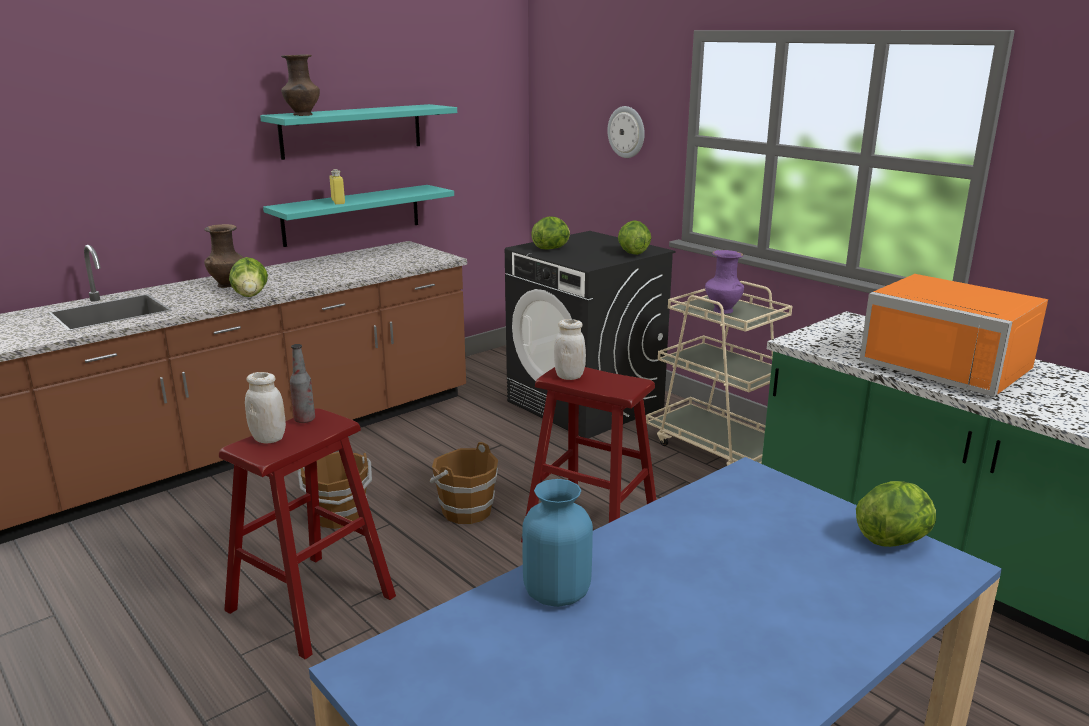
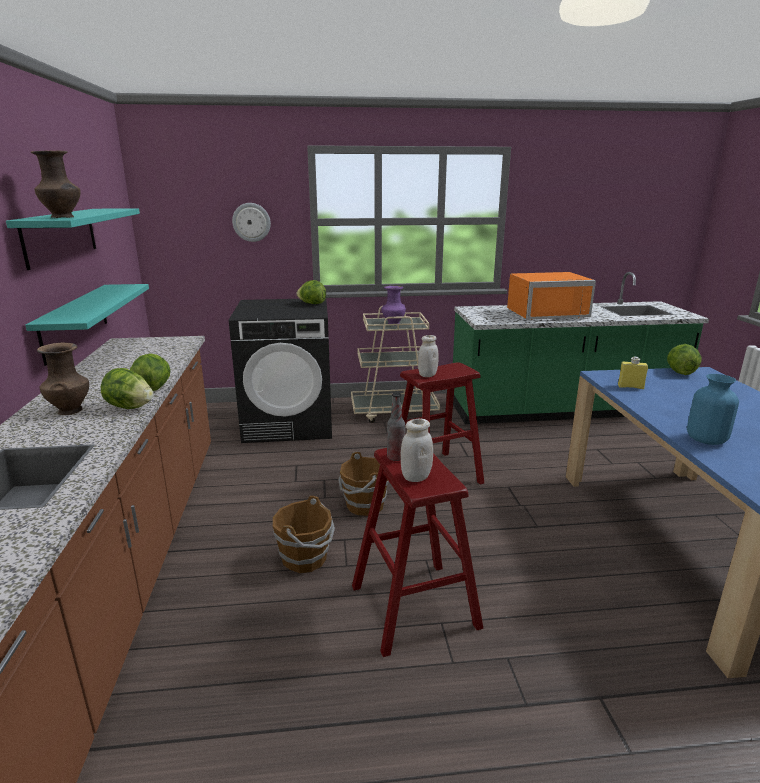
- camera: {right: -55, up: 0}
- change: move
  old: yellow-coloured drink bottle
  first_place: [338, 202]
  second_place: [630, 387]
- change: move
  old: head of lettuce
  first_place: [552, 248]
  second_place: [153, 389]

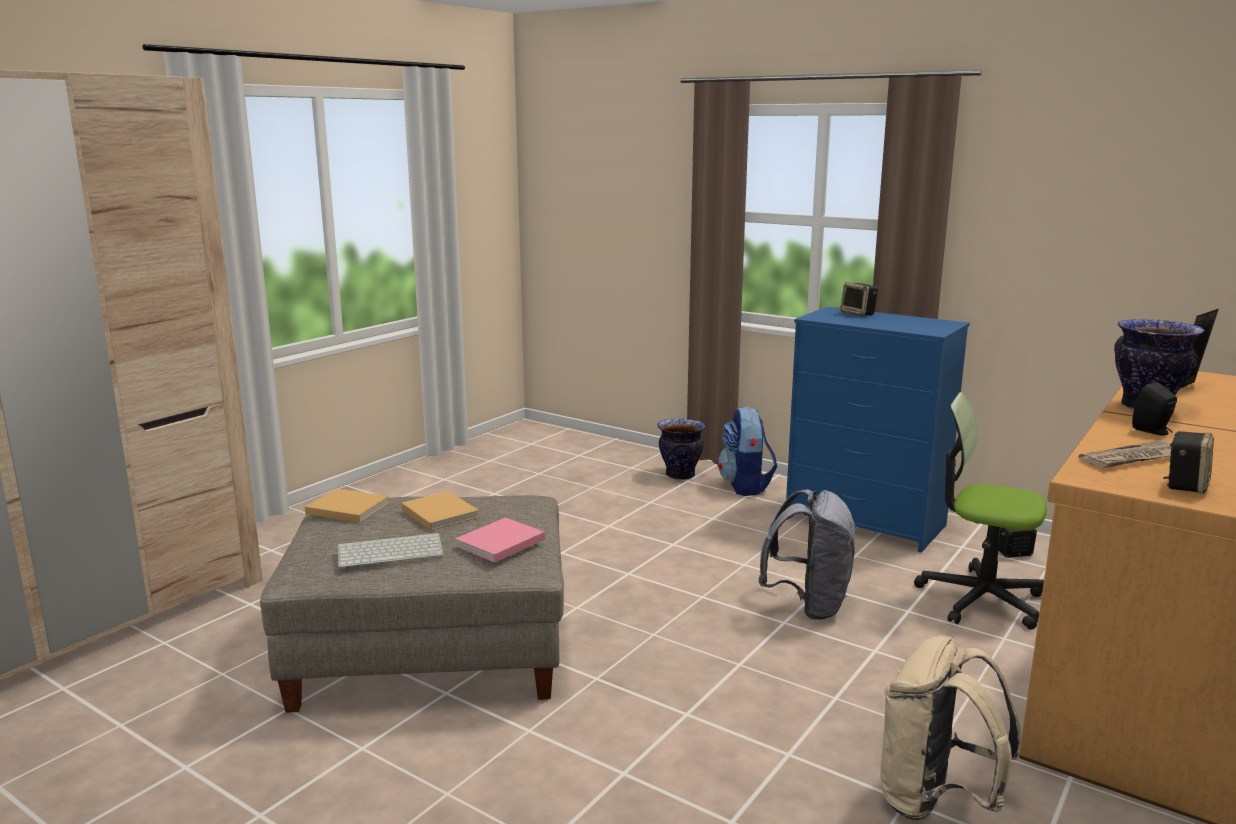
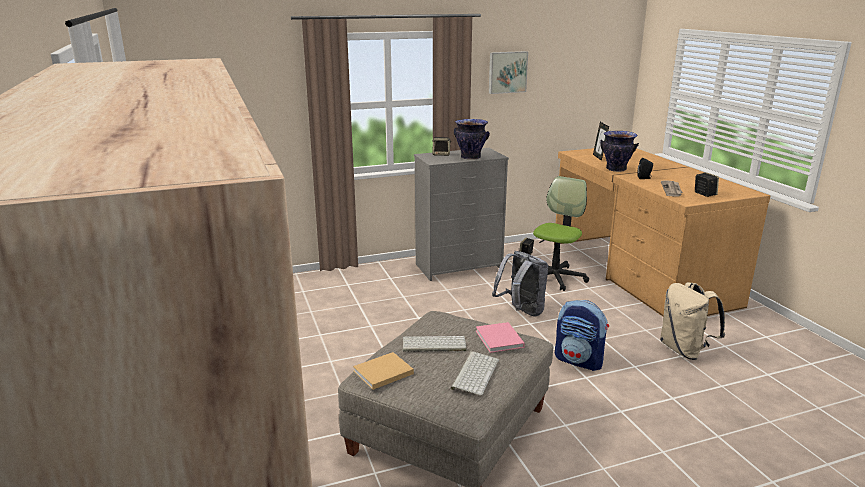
- camera: {right: -55, up: 5}
- change: replace
  old: beige-coloured book
  new: computer keyboard
  first_place: [439, 513]
  second_place: [433, 344]
- change: move
  old: flower vase
  first_place: [681, 475]
  second_place: [471, 157]
- change: move
  old: rucksack
  first_place: [745, 486]
  second_place: [579, 361]
- change: recolor
  old: blue drawer chest
  new: grey drawer chest
  first_place: [866, 522]
  second_place: [459, 266]
- change: rotate
  old: office chair
  first_place: [981, 599]
  second_place: [555, 277]
  degrees: 150
- change: insert
  new: picture
  second_place: [507, 72]

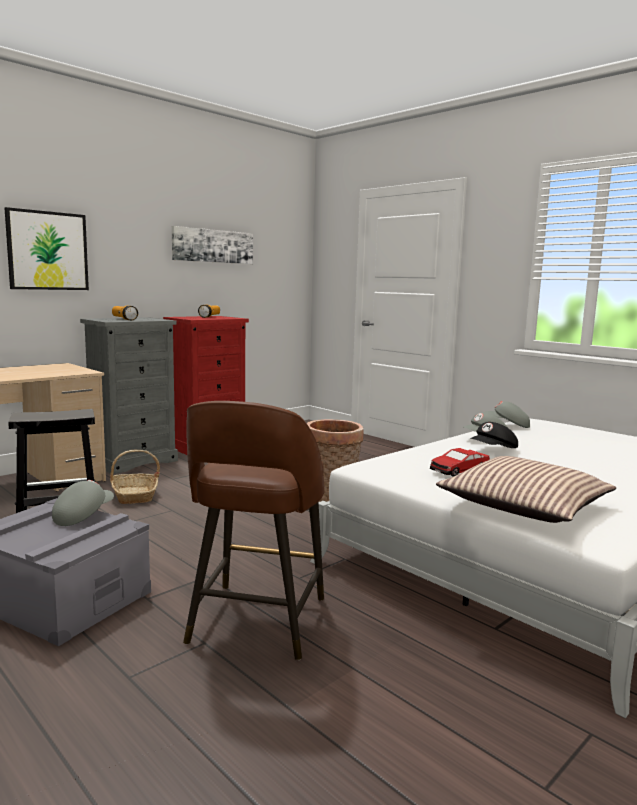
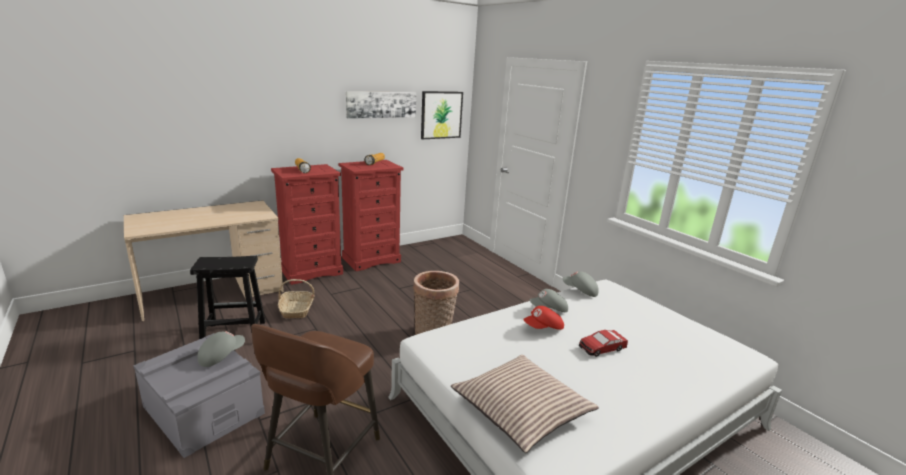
- camera: {right: 10, up: 10}
- change: move
  old: picture
  first_place: [47, 251]
  second_place: [441, 115]
- change: recolor
  old: grey drawer chest
  new: red-coloured drawer chest
  first_place: [133, 461]
  second_place: [312, 271]
- change: move
  old: toy car
  first_place: [459, 470]
  second_place: [602, 348]
- change: recolor
  old: black-coloured cap
  new: red-coloured cap
  first_place: [493, 450]
  second_place: [543, 328]

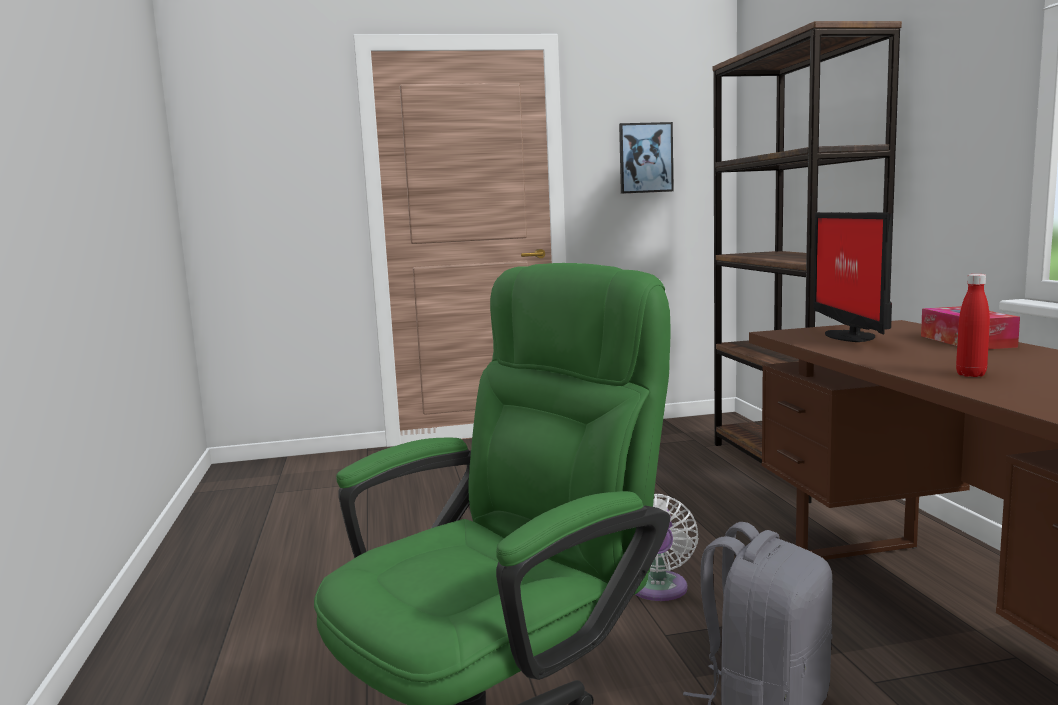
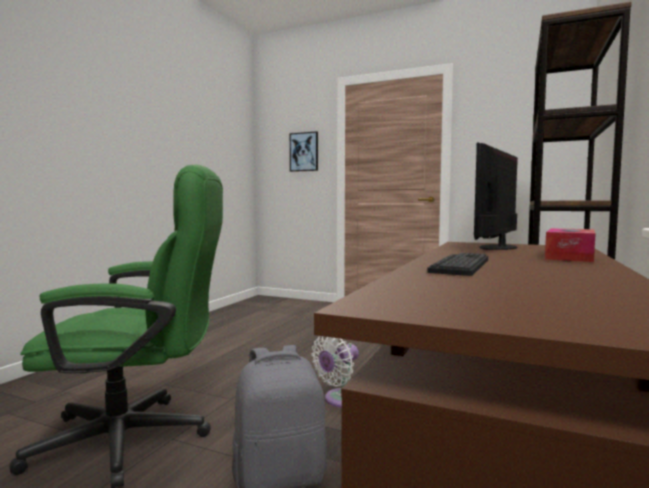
- camera: {right: 35, up: -5}
- change: move
  old: picture
  first_place: [645, 158]
  second_place: [304, 152]
- change: replace
  old: red-coloured drink bottle
  new: computer keyboard
  first_place: [971, 374]
  second_place: [460, 265]

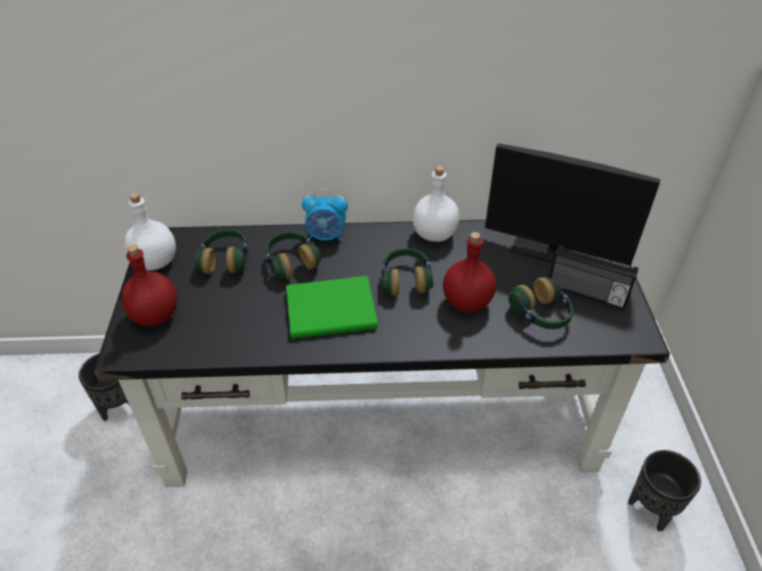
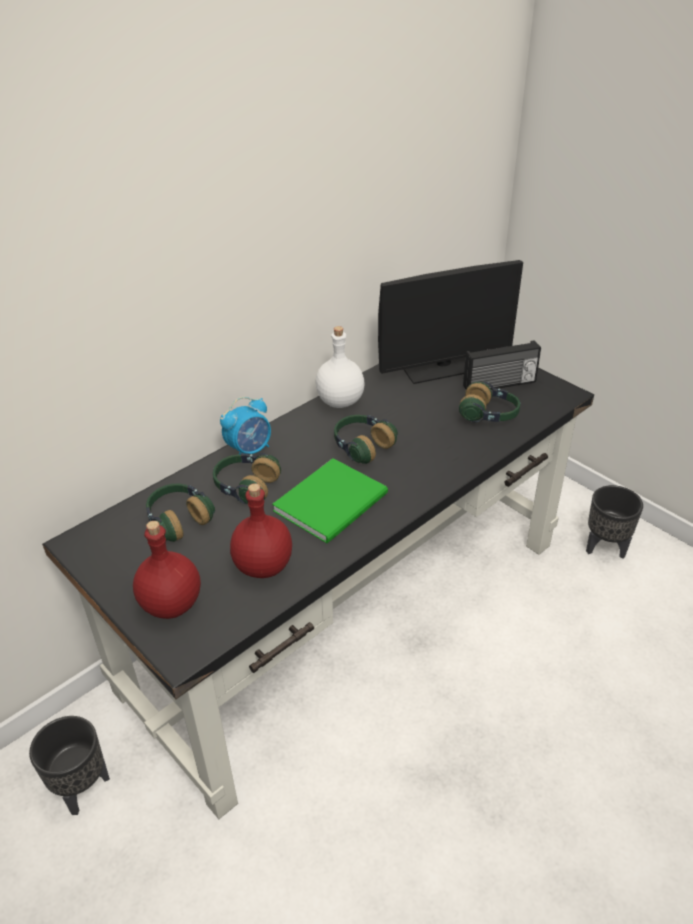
- camera: {right: -40, up: -5}
- change: delete
  old: white-coloured drink bottle
  first_place: [155, 261]
- change: move
  old: red-coloured drink bottle
  first_place: [466, 302]
  second_place: [263, 567]

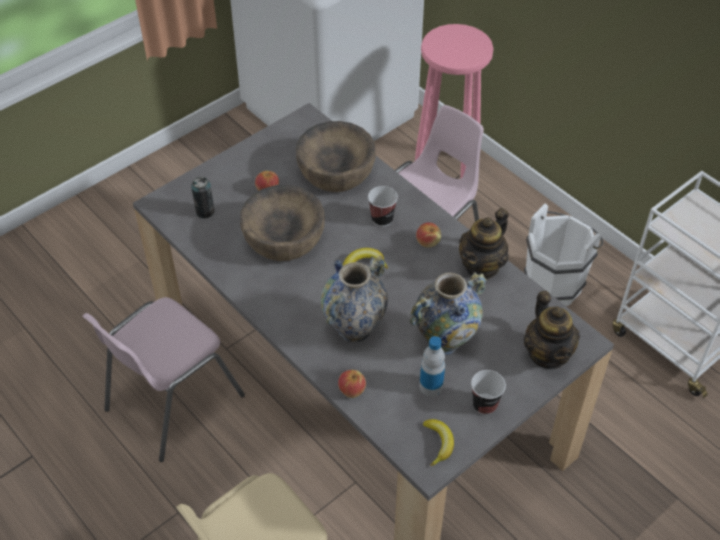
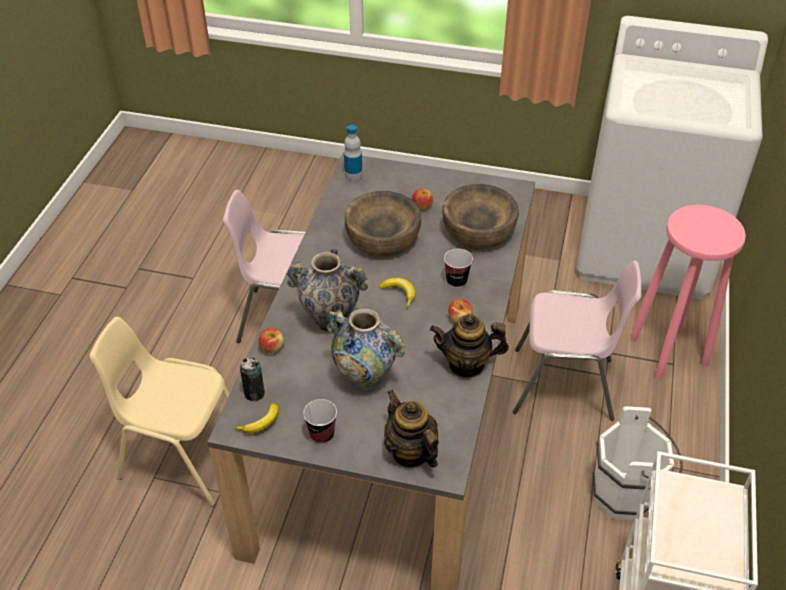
- camera: {right: 55, up: -5}
- change: move
  old: metal can
  first_place: [205, 211]
  second_place: [254, 393]
- change: move
  old: drink bottle
  first_place: [431, 386]
  second_place: [353, 175]
- change: rotate
  old: pot for tea
  first_place: [548, 354]
  second_place: [410, 452]
  degrees: 105

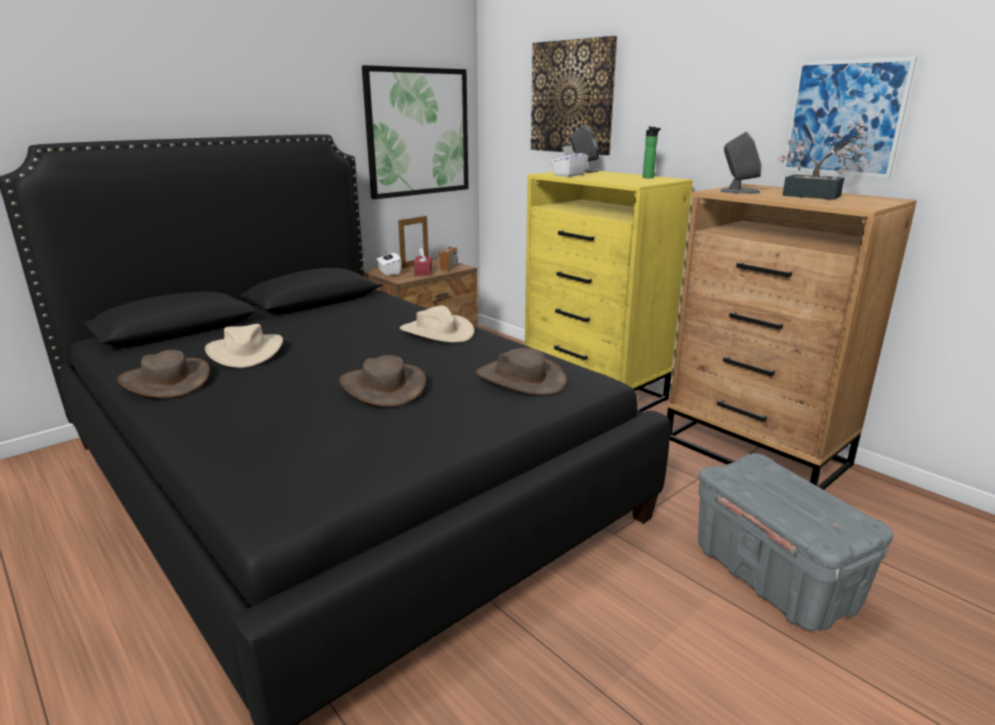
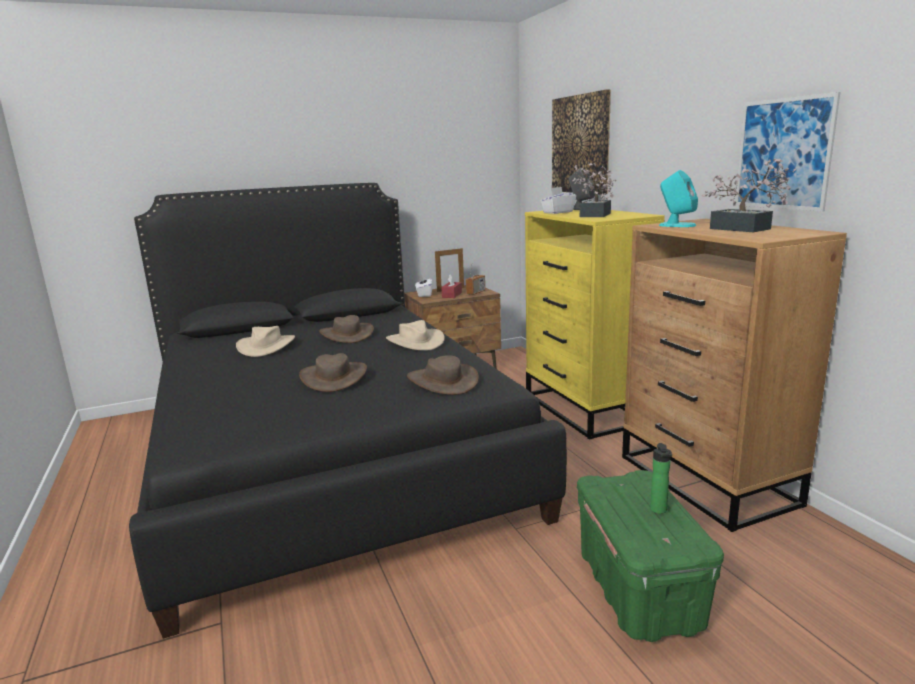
- camera: {right: 20, up: -5}
- change: move
  old: brownish wearable hat
  first_place: [166, 381]
  second_place: [347, 334]
- change: delete
  old: picture
  first_place: [418, 132]
- change: move
  old: drink bottle
  first_place: [649, 178]
  second_place: [659, 511]
- change: recolor
  old: grey storage bin
  new: green storage bin
  first_place: [775, 577]
  second_place: [639, 590]
- change: recolor
  old: grey speaker
  new: turquoise speaker
  first_place: [739, 191]
  second_place: [676, 225]
- change: insert
  new: plant in a pot
  second_place: [593, 215]

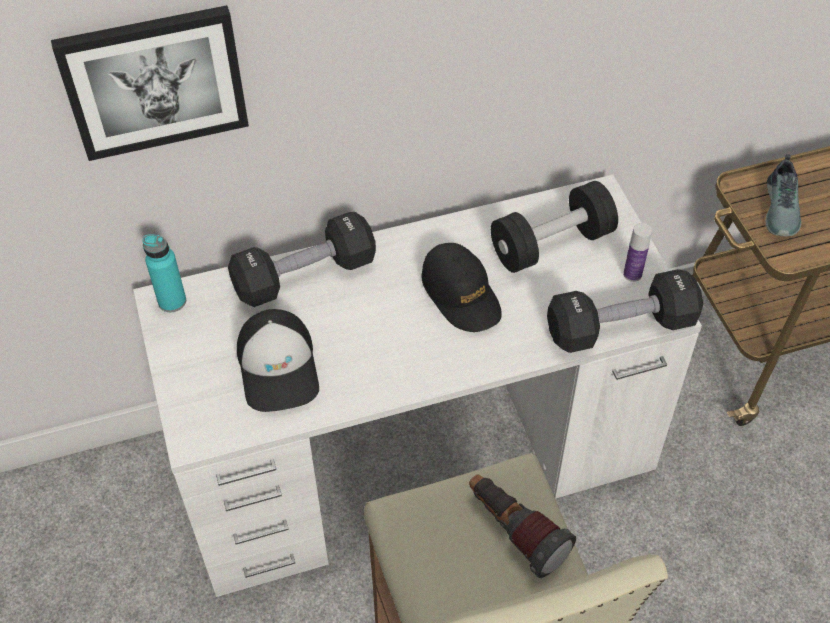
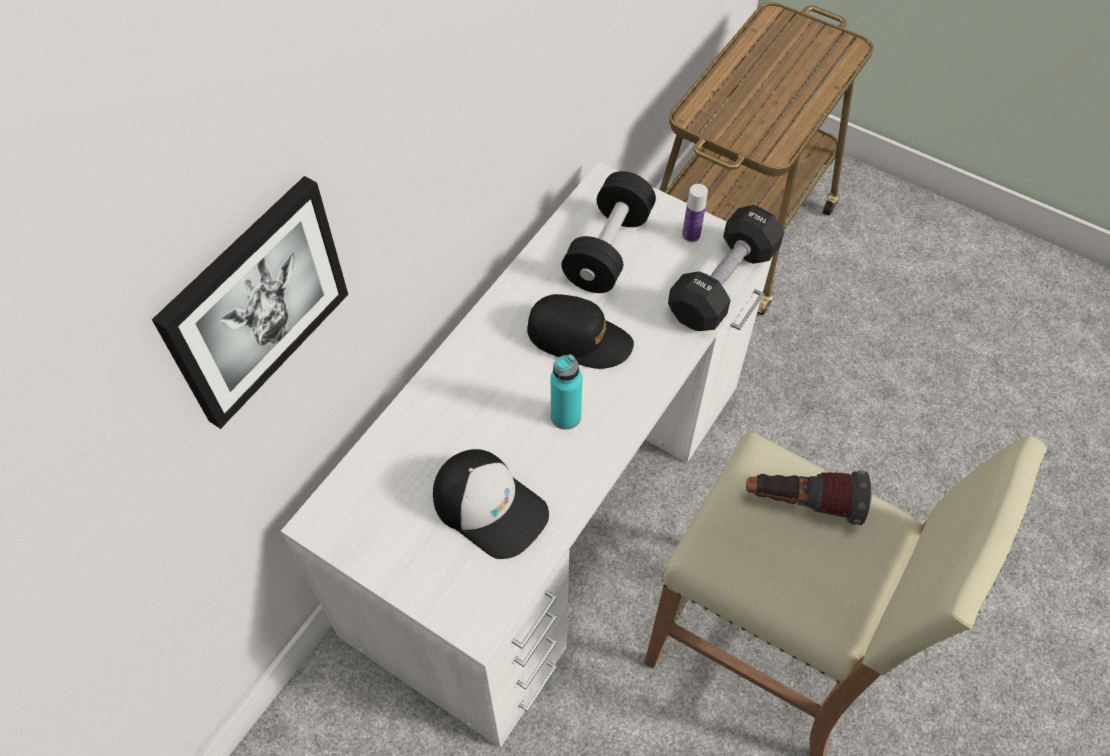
- camera: {right: -40, up: 5}
- change: move
  old: turquoise drink bottle
  first_place: [172, 301]
  second_place: [565, 416]
- change: delete
  old: black-coloured hand weight
  first_place: [305, 275]
- change: delete
  old: item of footwear
  first_place: [782, 208]

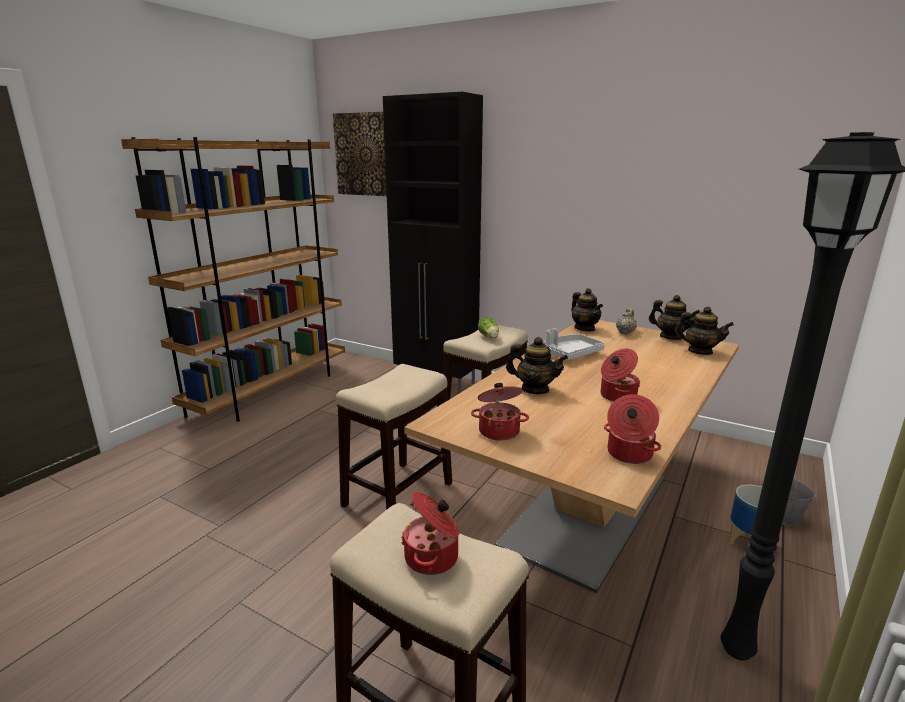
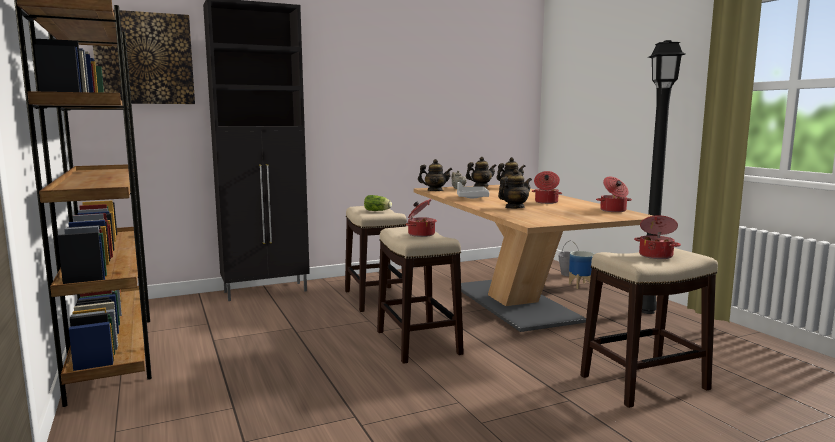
- camera: {right: -55, up: -10}
- change: move
  old: cooking pot
  first_place: [499, 431]
  second_place: [421, 234]

